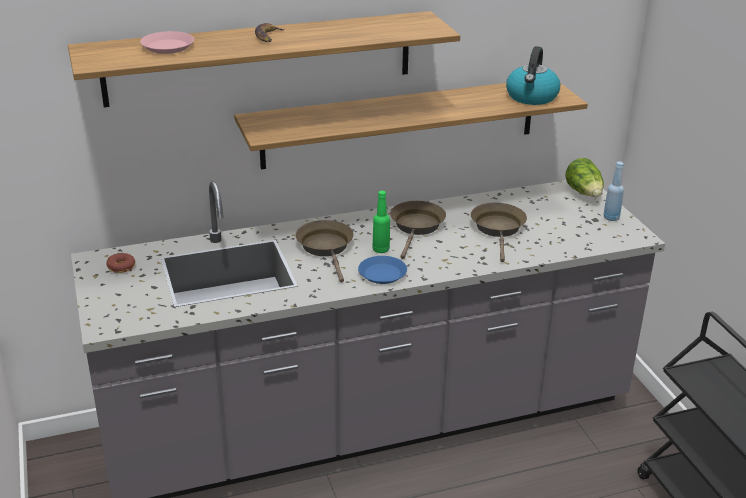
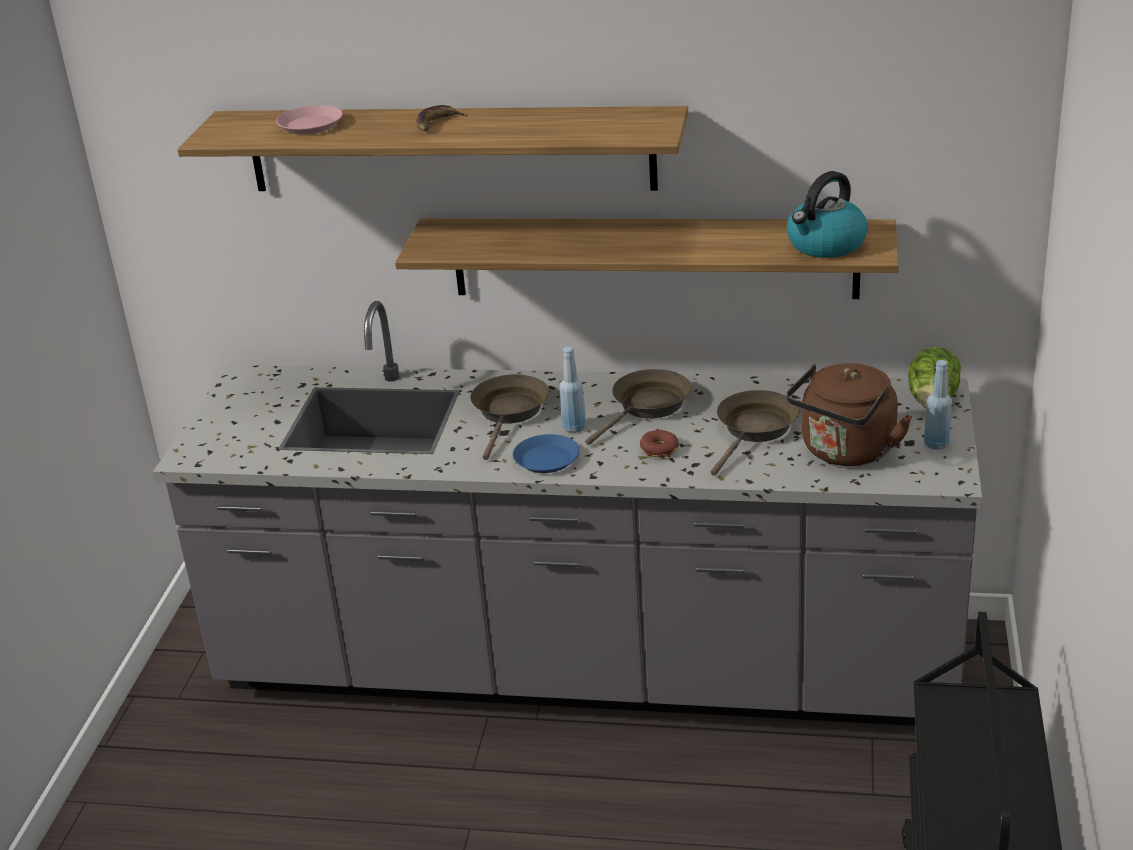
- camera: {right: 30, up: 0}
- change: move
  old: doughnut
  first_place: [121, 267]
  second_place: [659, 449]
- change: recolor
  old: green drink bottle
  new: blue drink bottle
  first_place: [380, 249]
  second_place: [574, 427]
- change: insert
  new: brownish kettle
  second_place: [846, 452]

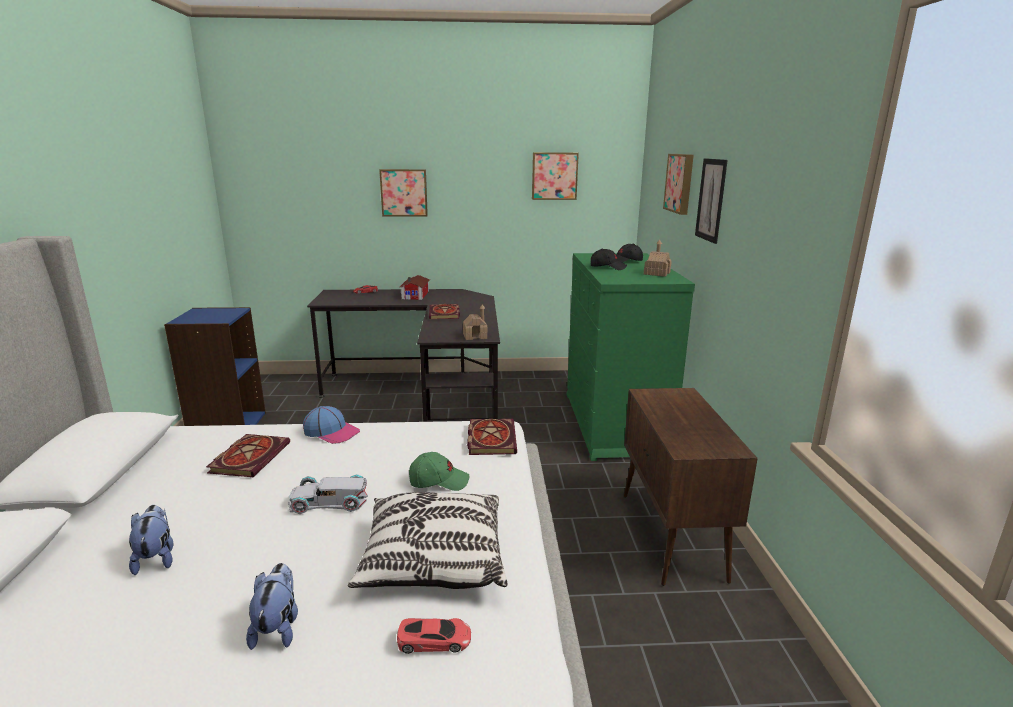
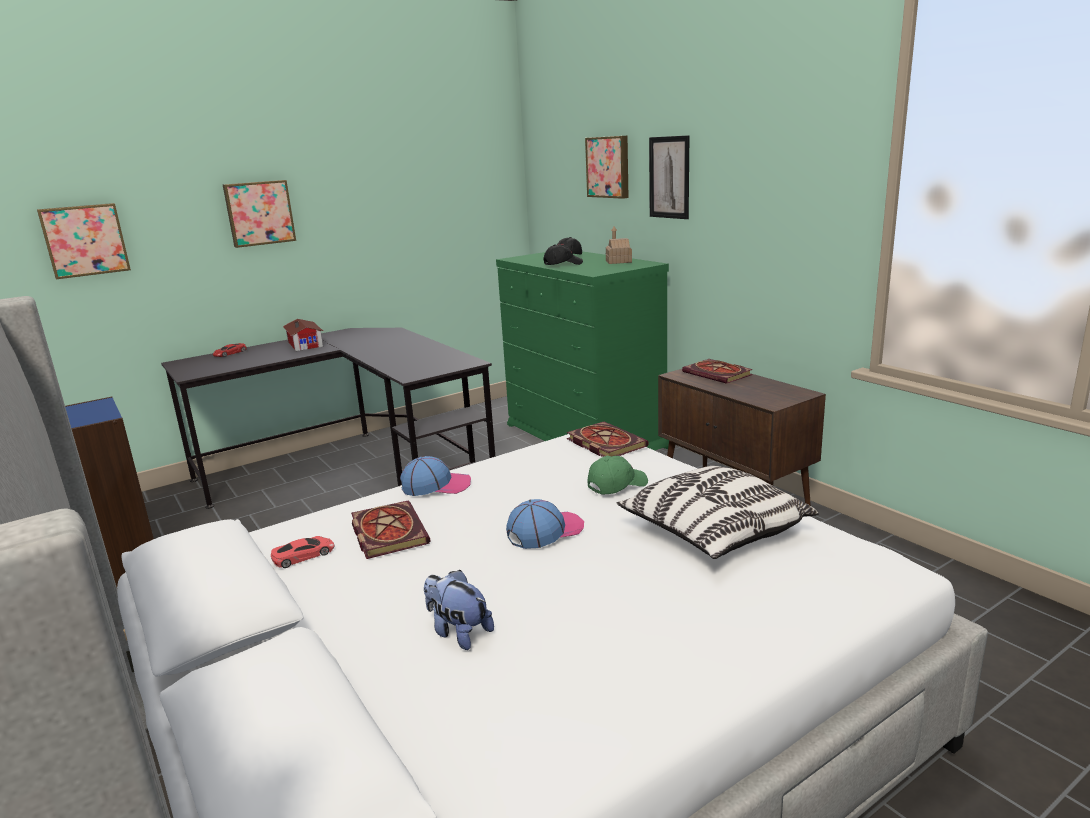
- camera: {right: -30, up: 0}
- change: delete
  old: cuddly toy
  first_place: [278, 627]
- change: replace
  old: white-coloured toy car
  new: cap
  first_place: [328, 500]
  second_place: [545, 531]
- change: move
  old: red-coloured toy car
  first_place: [434, 640]
  second_place: [303, 555]
- change: move
  old: book
  first_place: [445, 314]
  second_place: [719, 374]
- change: delete
  old: miniature house
  first_place: [475, 336]
- change: move
  old: picture
  first_place: [554, 176]
  second_place: [85, 240]

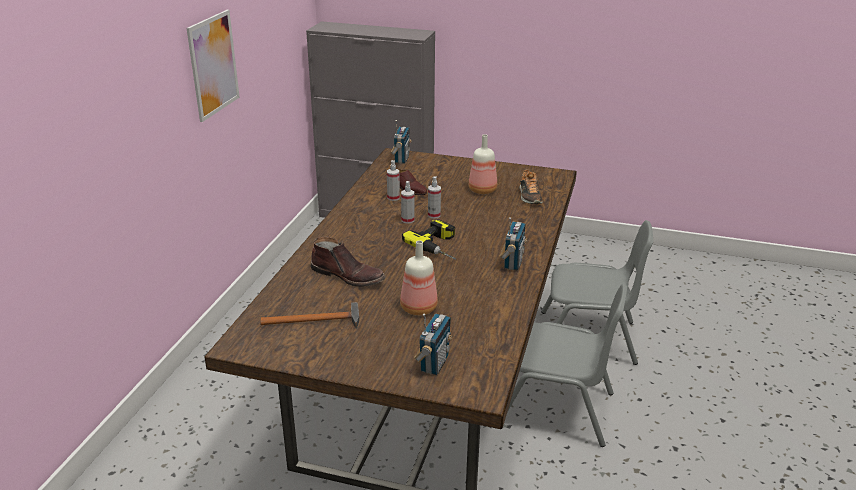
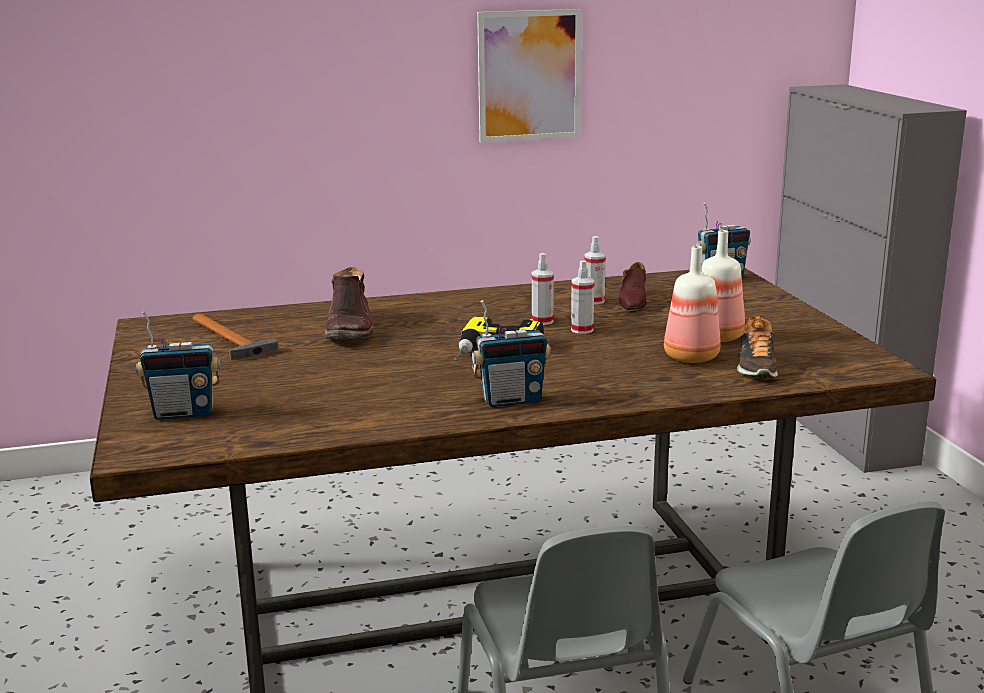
- camera: {right: 60, up: -10}
- change: move
  old: drink bottle
  first_place: [417, 308]
  second_place: [689, 357]
- change: rotate
  old: item of footwear
  first_place: [529, 197]
  second_place: [756, 367]
  degrees: -45

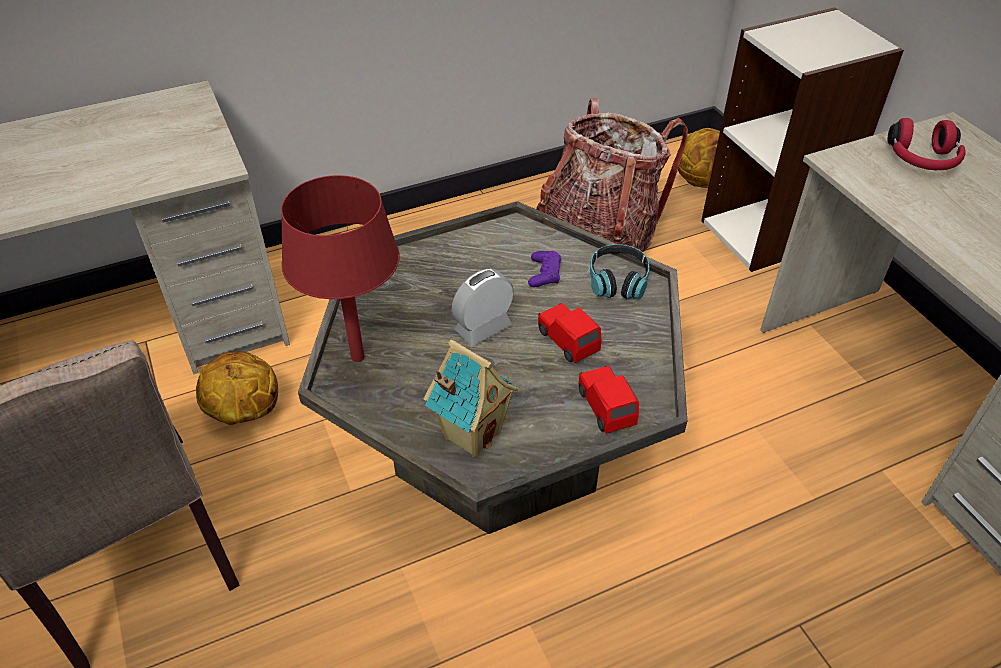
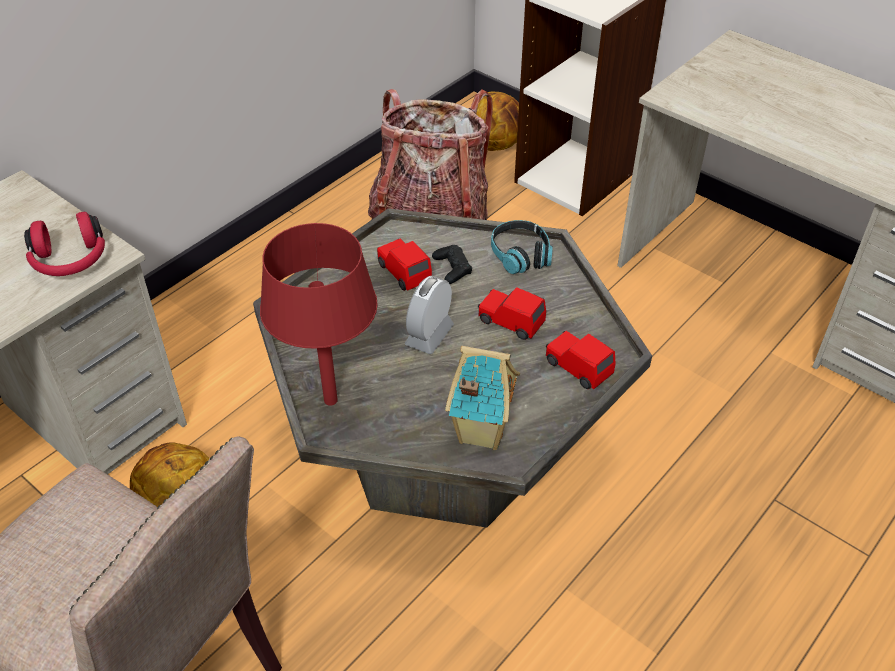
- camera: {right: -25, up: 0}
- change: recolor
  old: purple-coloured joypad
  new: black-coloured joypad
  first_place: [544, 273]
  second_place: [452, 268]
- change: move
  old: red-coloured pair of headphones
  first_place: [922, 161]
  second_place: [70, 261]
- change: insert
  new: red-coloured toy car
  second_place: [404, 272]

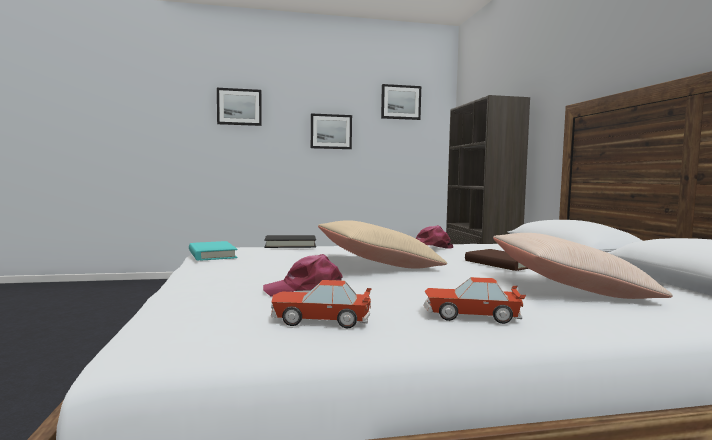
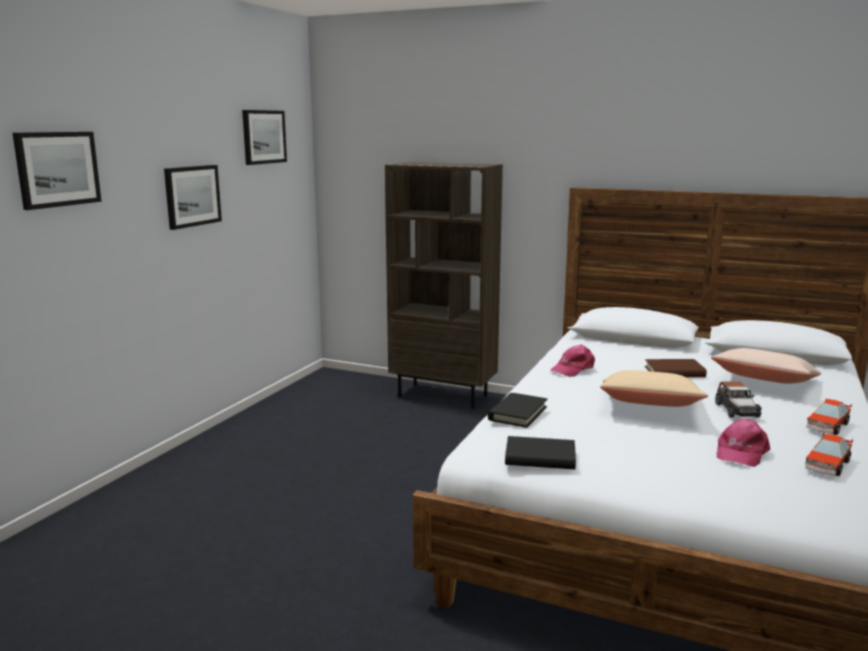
- camera: {right: -55, up: 10}
- change: recolor
  old: turquoise book
  new: black-coloured book
  first_place: [212, 254]
  second_place: [540, 457]
- change: insert
  new: toy car
  second_place: [736, 410]

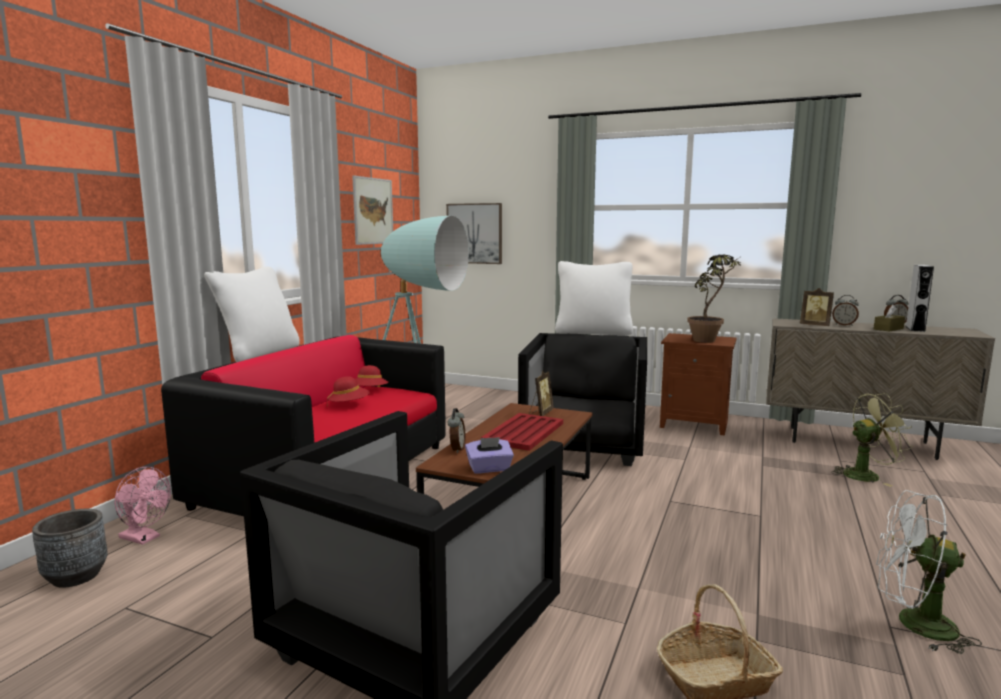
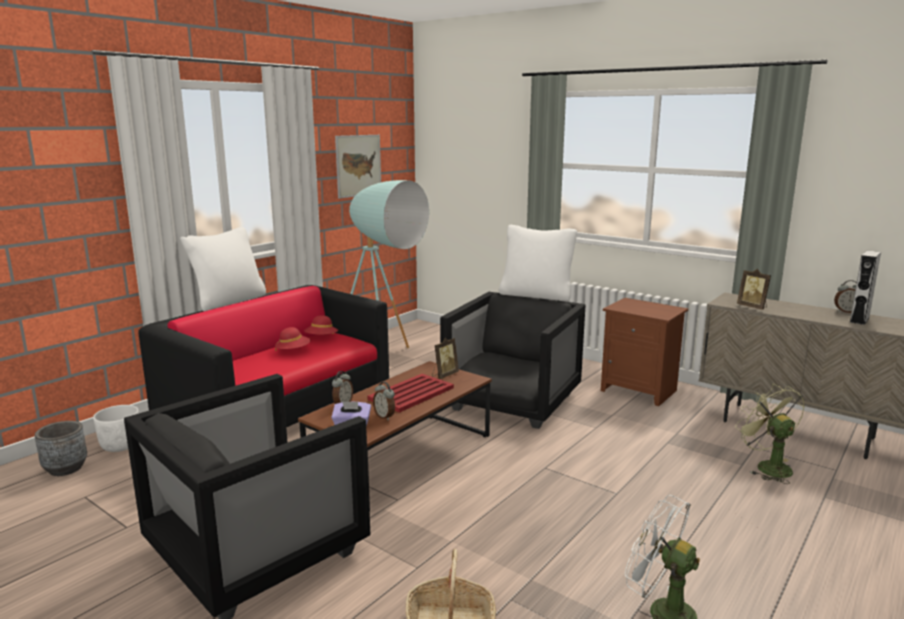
- camera: {right: 15, up: 5}
- change: replace
  old: pinkish electric fan
  new: white-coloured flower pot
  first_place: [144, 538]
  second_place: [121, 445]
- change: delete
  old: picture
  first_place: [474, 233]
- change: delete
  old: plant in a pot
  first_place: [709, 340]
- change: rotate
  old: green electric fan
  first_place: [867, 475]
  second_place: [767, 466]
  degrees: -120
- change: move
  old: alarm clock
  first_place: [844, 325]
  second_place: [385, 417]
- change: delete
  old: brownish tissue box
  first_place: [888, 329]

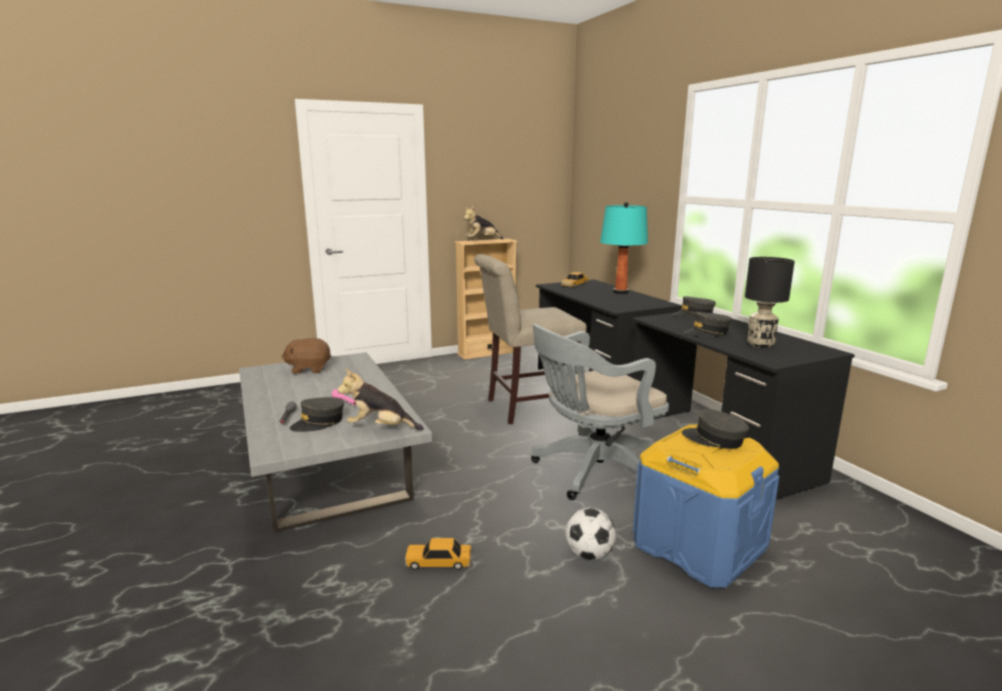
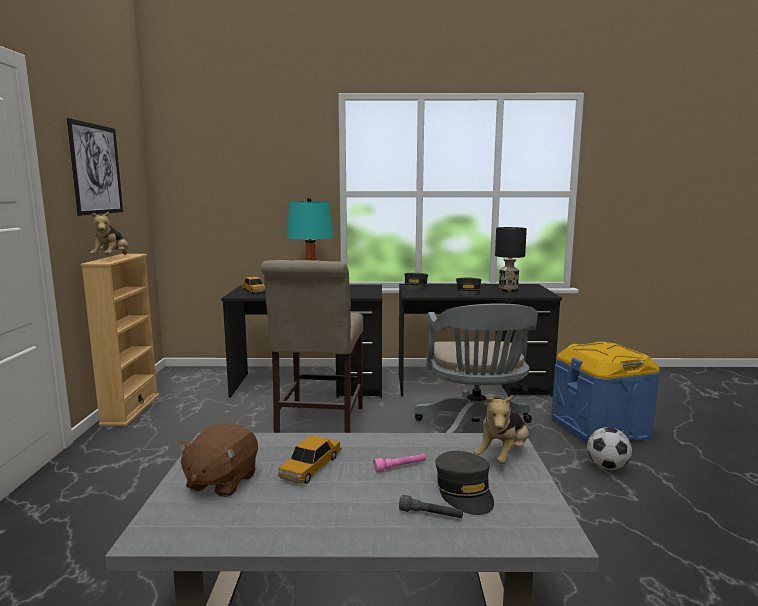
- camera: {right: -65, up: -5}
- change: move
  old: toy car
  first_place: [438, 562]
  second_place: [310, 467]
- change: delete
  old: grey cap
  first_place: [714, 439]
- change: insert
  new: picture
  second_place: [96, 169]

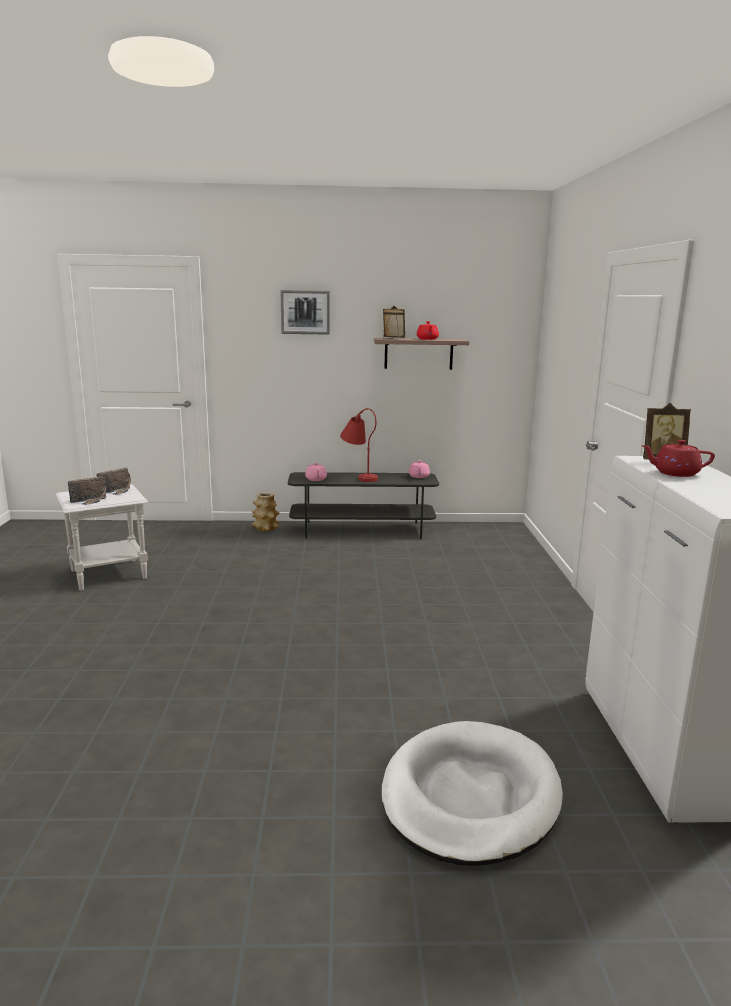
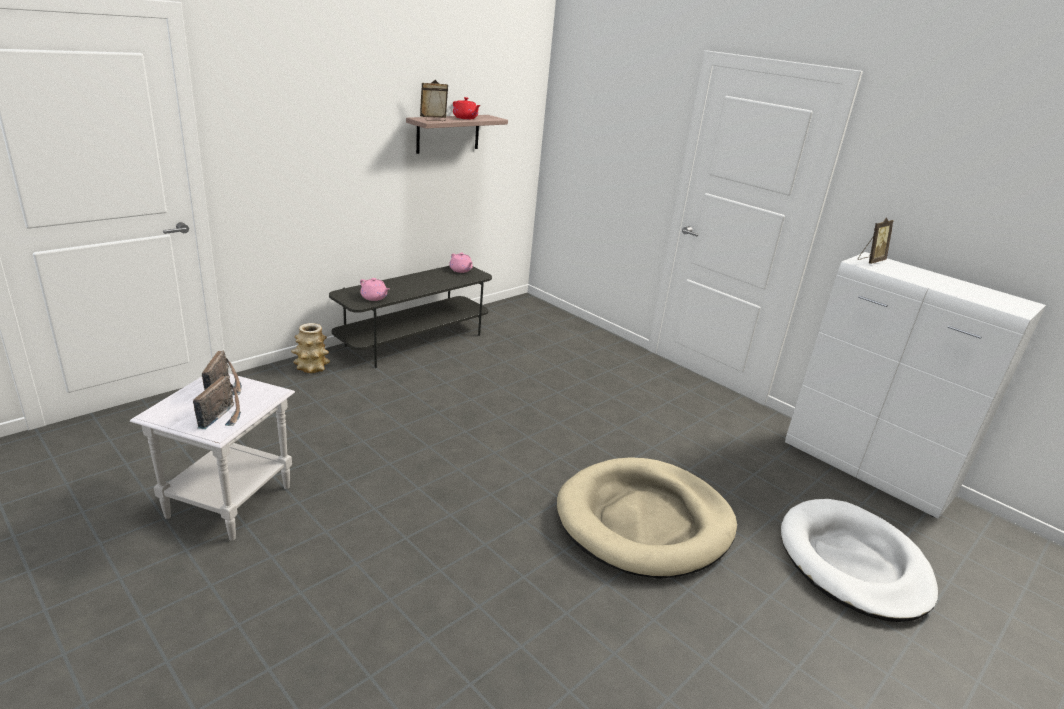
- camera: {right: -45, up: 10}
- change: delete
  old: picture
  first_place: [305, 312]
- change: delete
  old: red-coloured table lamp
  first_place: [358, 476]
- change: delete
  old: red-coloured pot for tea
  first_place: [674, 473]
- change: insert
  new: beige-coloured pet bed
  second_place: [644, 521]

